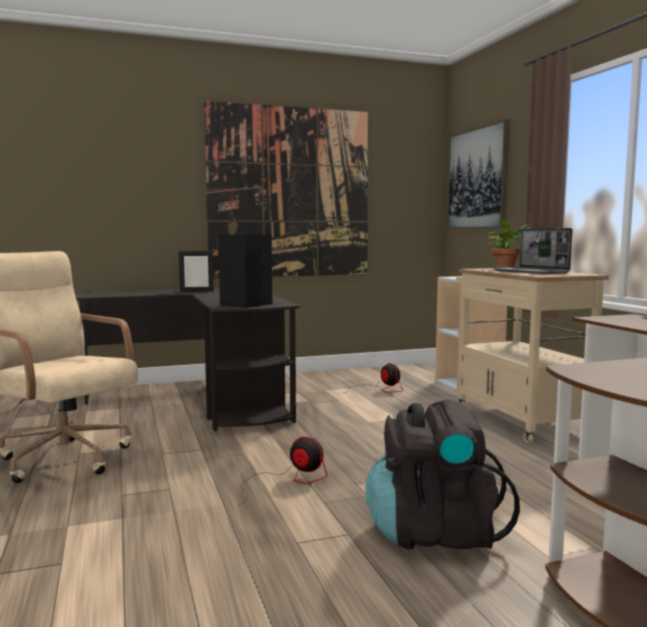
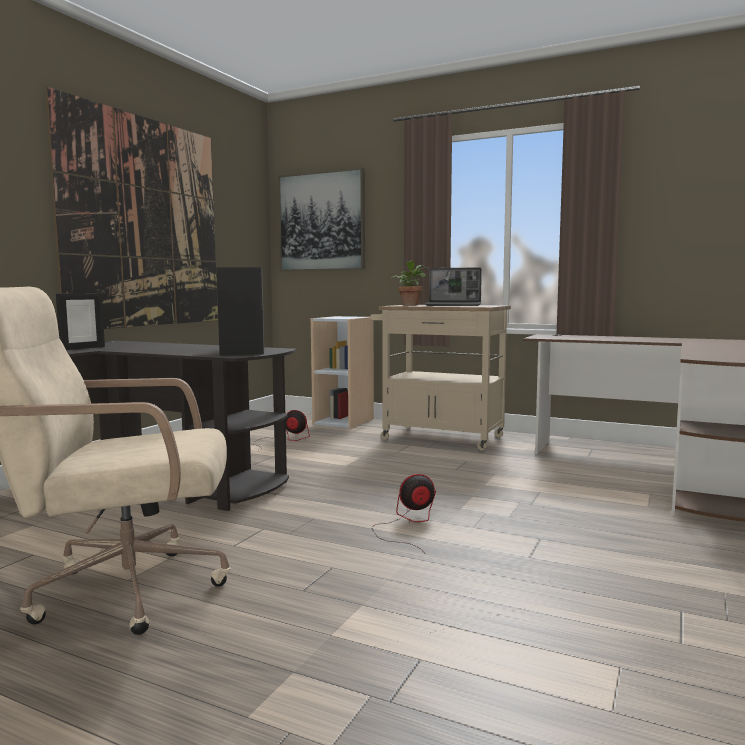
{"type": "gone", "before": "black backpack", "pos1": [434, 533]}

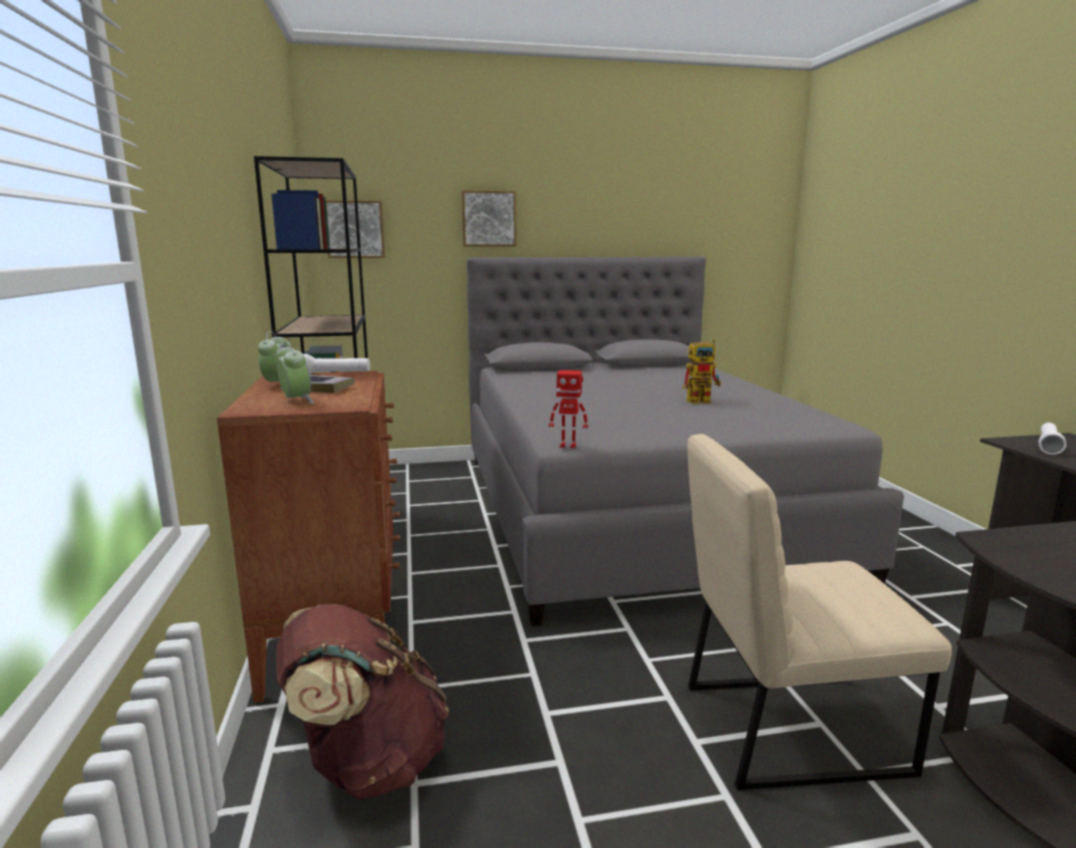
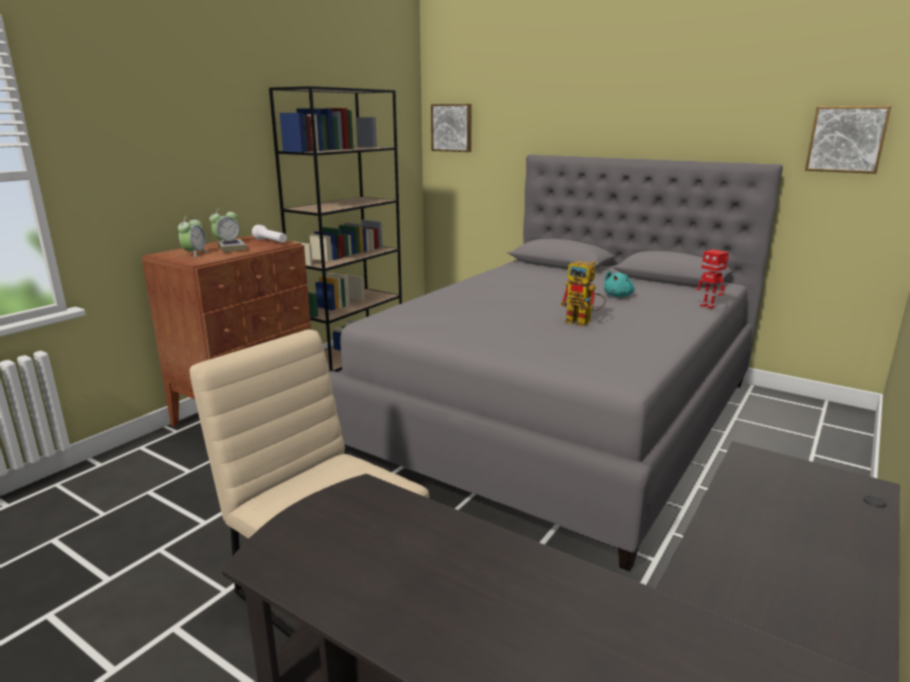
{"type": "new", "after": "turquoise plush toy", "pos2": [618, 296]}
{"type": "shifted", "before": "toy robot", "pos1": [568, 445], "pos2": [708, 306]}
{"type": "shifted", "before": "picture", "pos1": [488, 219], "pos2": [846, 139]}
{"type": "gone", "before": "brown backpack", "pos1": [367, 763]}
{"type": "gone", "before": "white flashlight", "pos1": [1048, 446]}

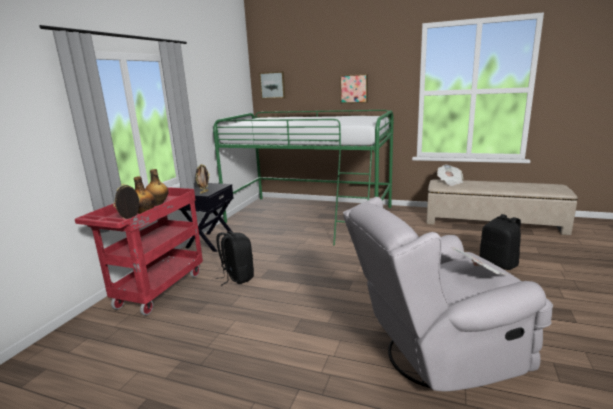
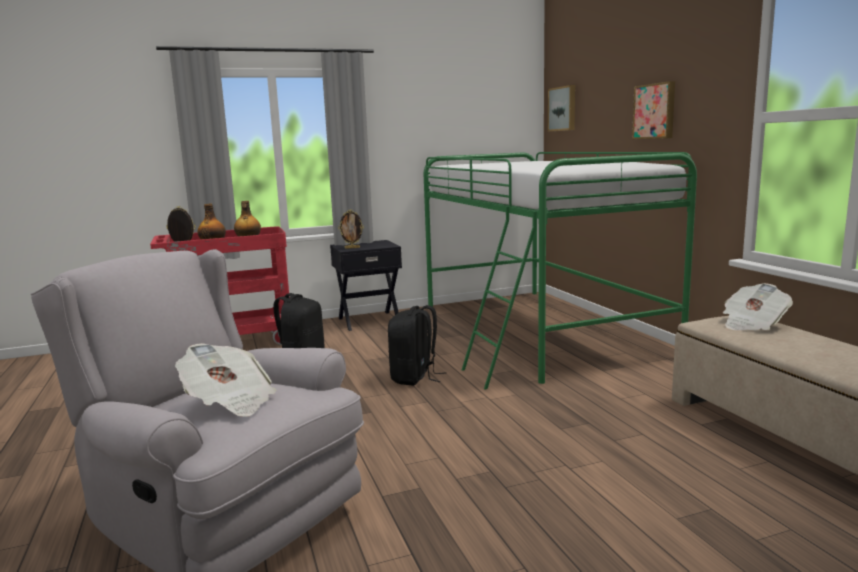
{"type": "shifted", "before": "black backpack", "pos1": [499, 263], "pos2": [415, 378]}

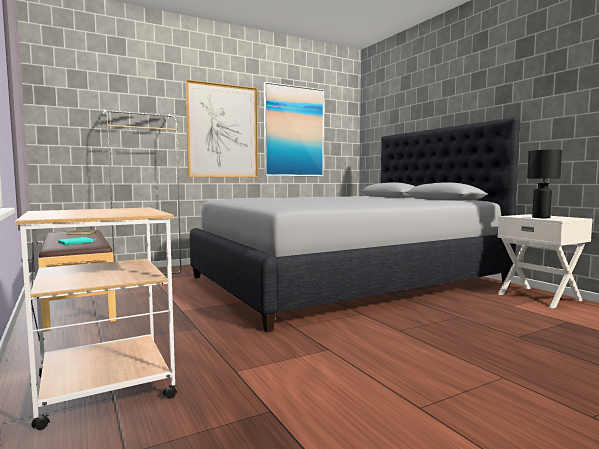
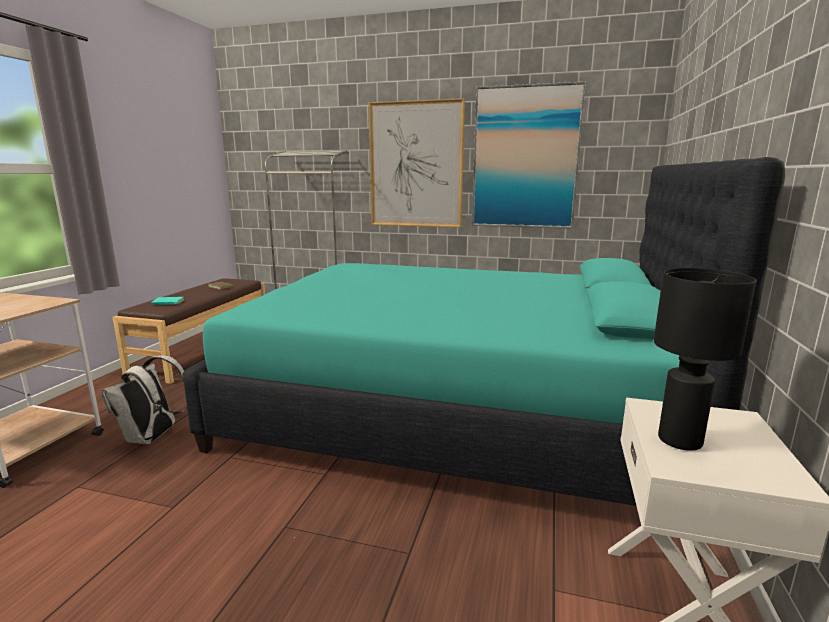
{"type": "new", "after": "white backpack", "pos2": [152, 438]}
{"type": "repainted", "before": "grey bed", "after": "turquoise bed", "pos1": [346, 280], "pos2": [453, 409]}

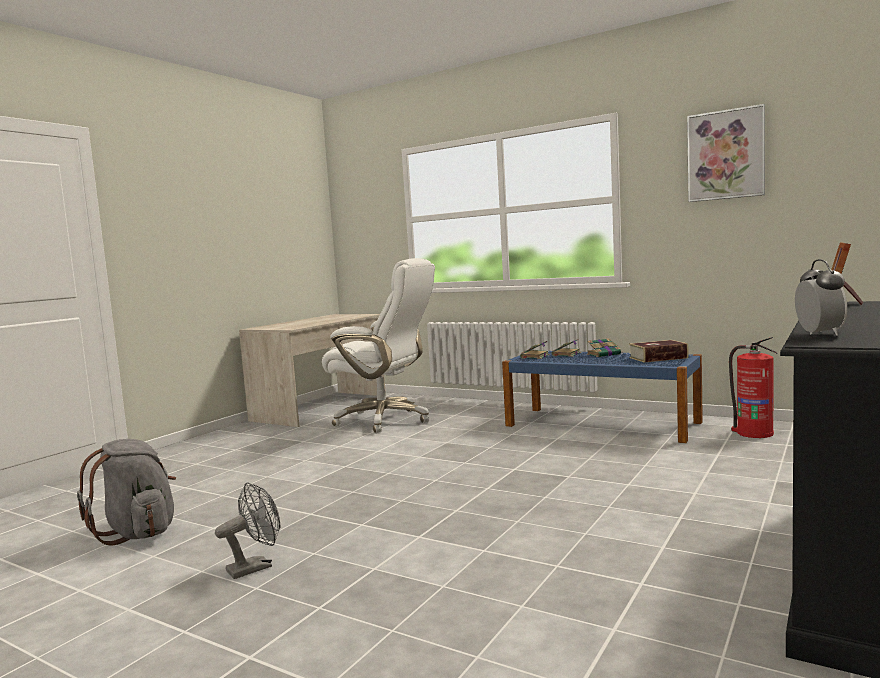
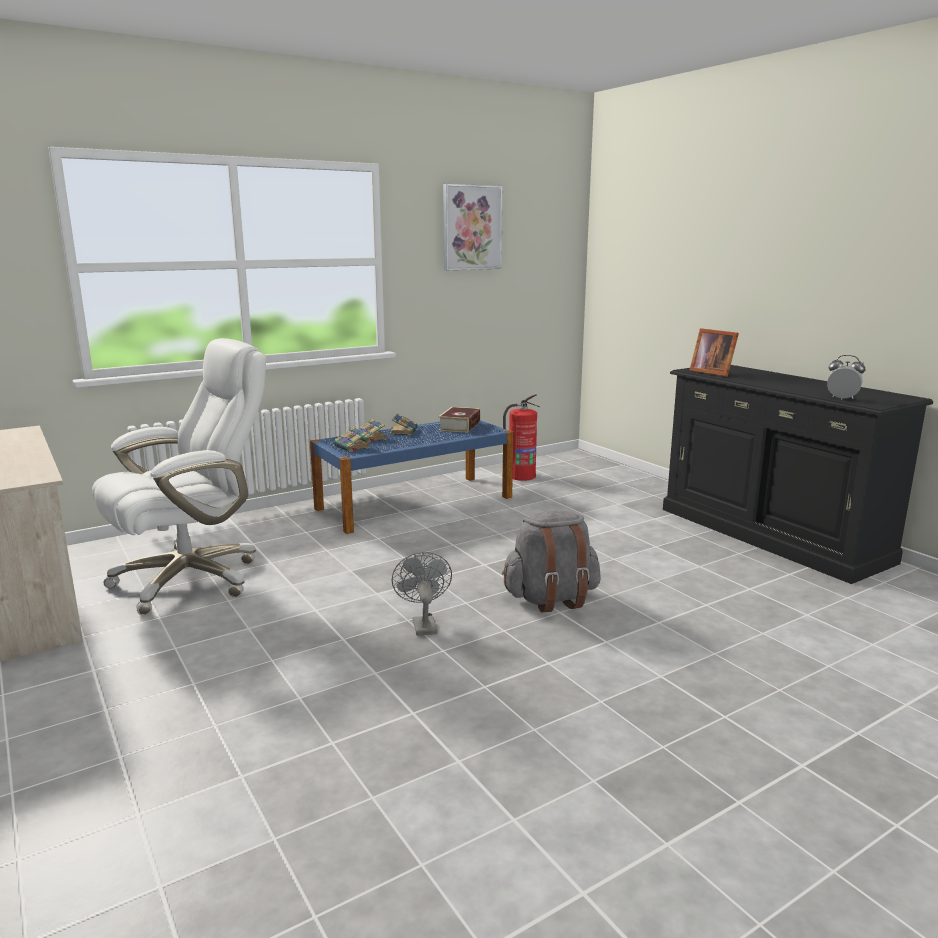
{"type": "shifted", "before": "grey fan", "pos1": [256, 567], "pos2": [423, 624]}
{"type": "shifted", "before": "grey backpack", "pos1": [138, 533], "pos2": [551, 599]}

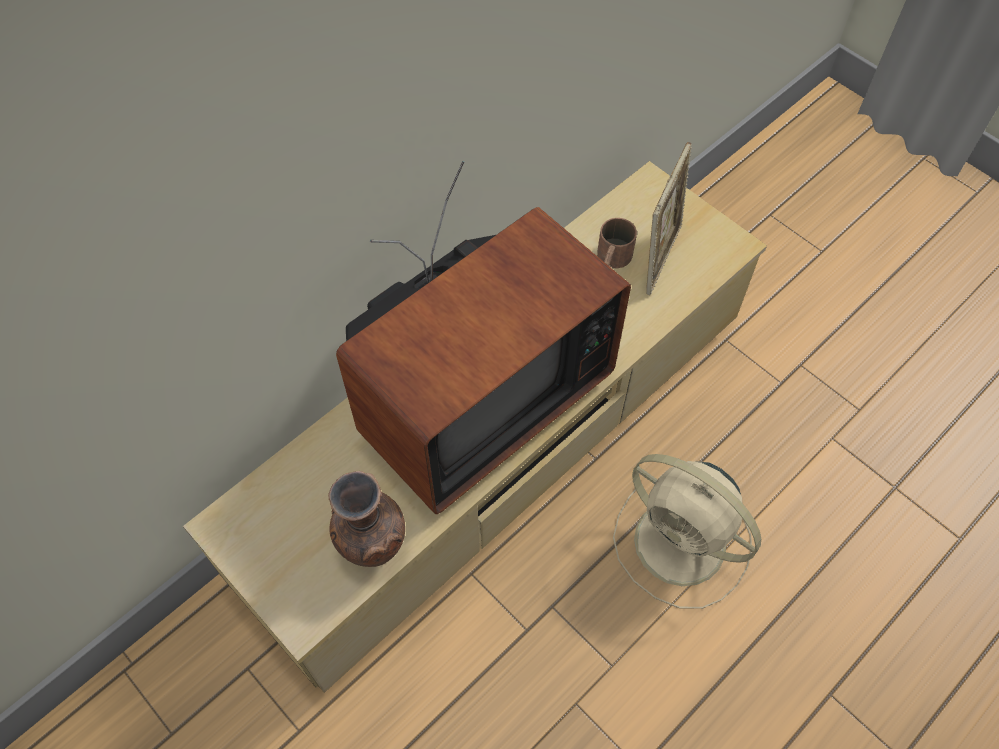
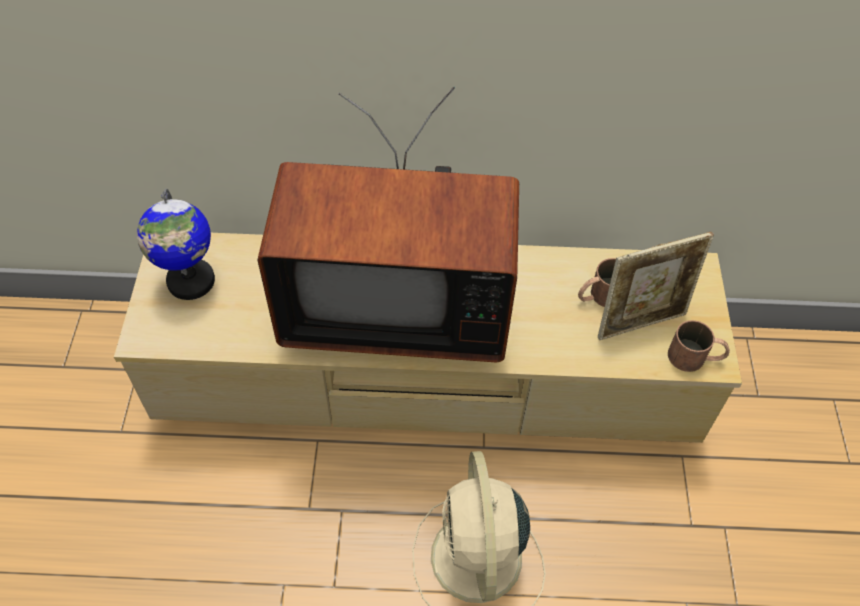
{"type": "new", "after": "globe", "pos2": [190, 281]}
{"type": "new", "after": "brown mug", "pos2": [695, 357]}
{"type": "gone", "before": "brown vase", "pos1": [372, 549]}

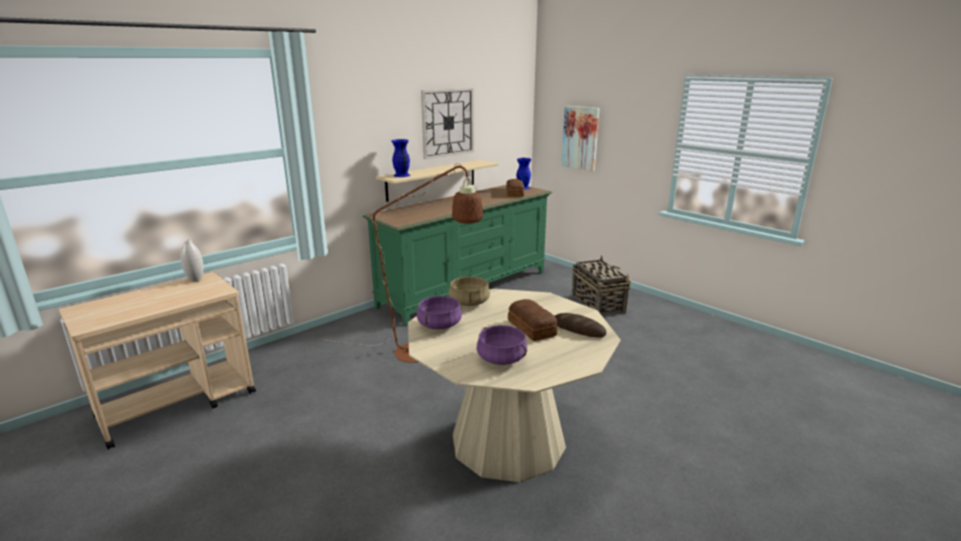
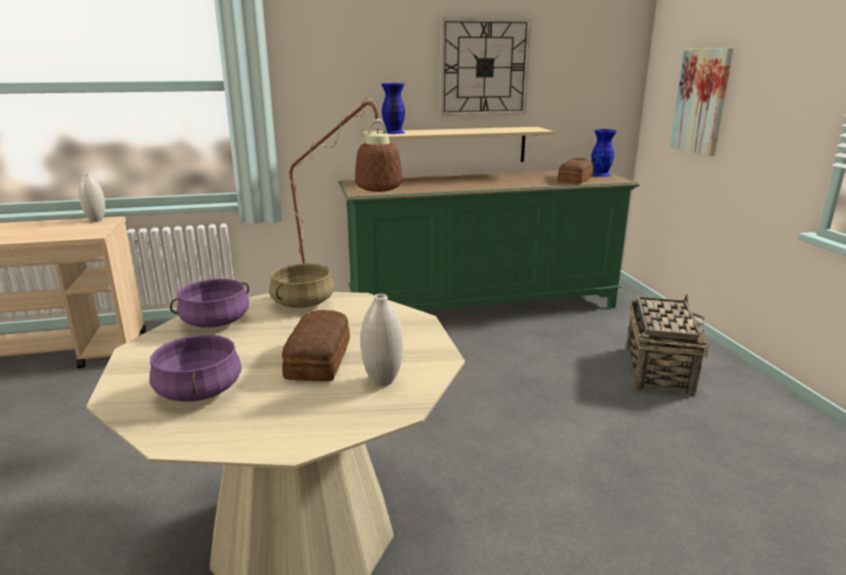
{"type": "swapped", "before": "bread", "after": "white vase", "pos1": [578, 329], "pos2": [383, 381]}

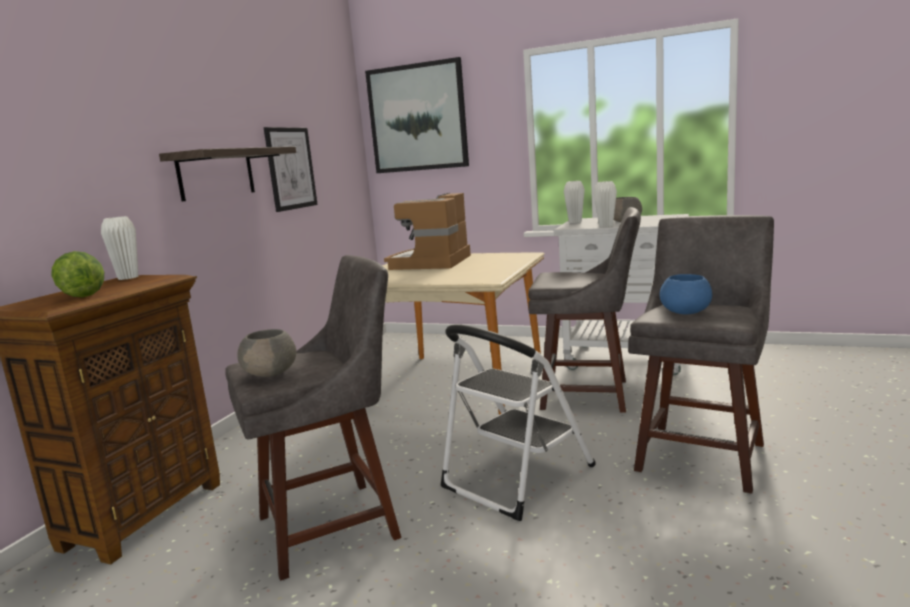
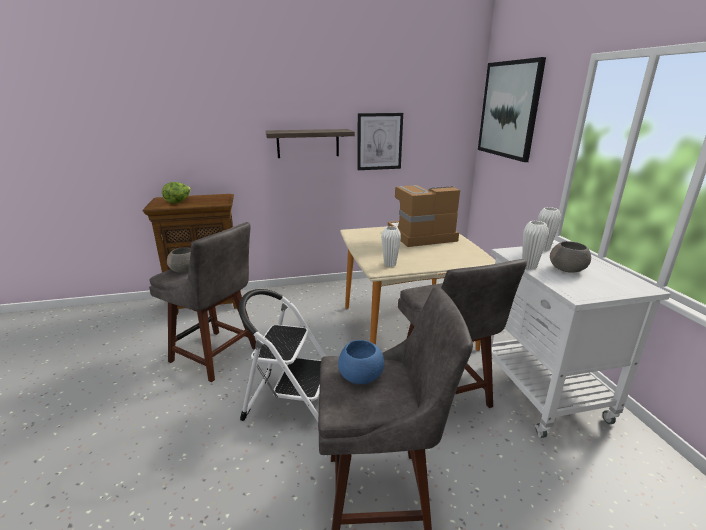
{"type": "shifted", "before": "white vase", "pos1": [128, 277], "pos2": [390, 264]}

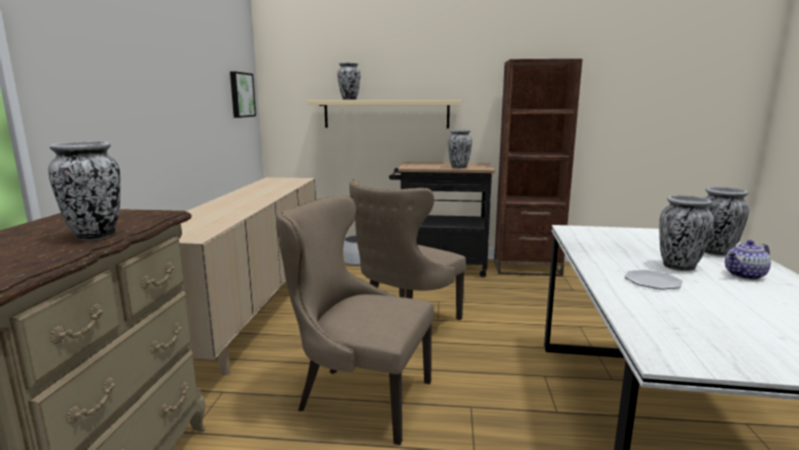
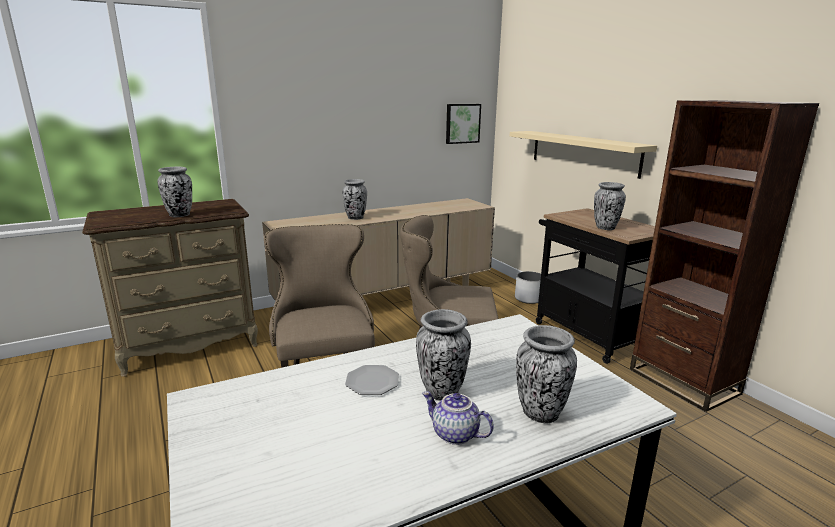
{"type": "shifted", "before": "vase", "pos1": [349, 99], "pos2": [355, 218]}

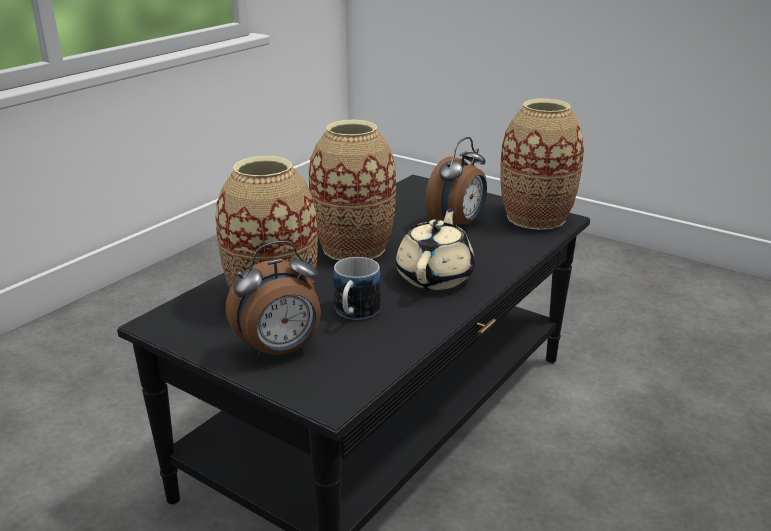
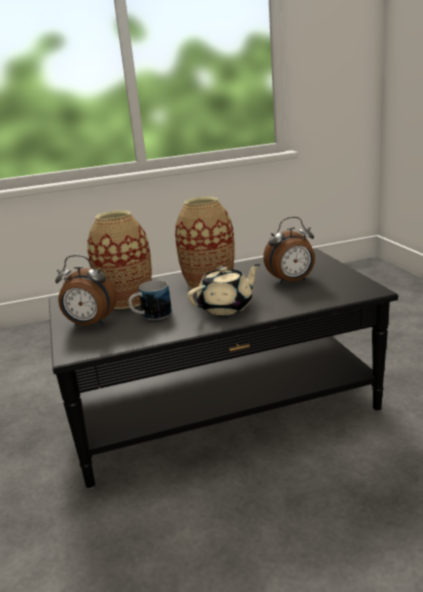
{"type": "gone", "before": "vase", "pos1": [535, 217]}

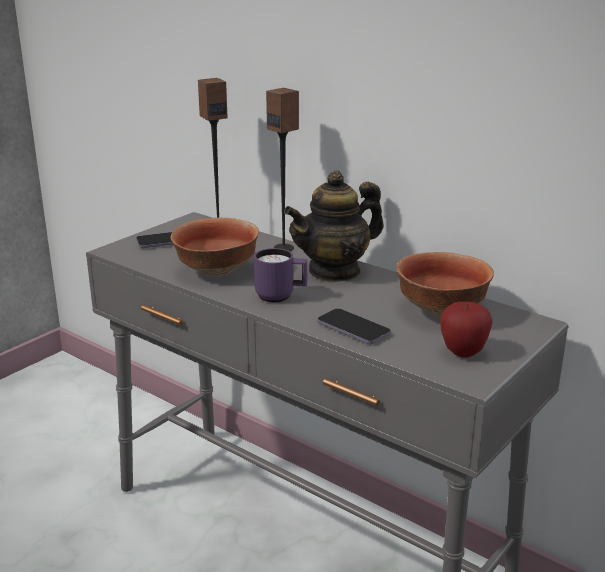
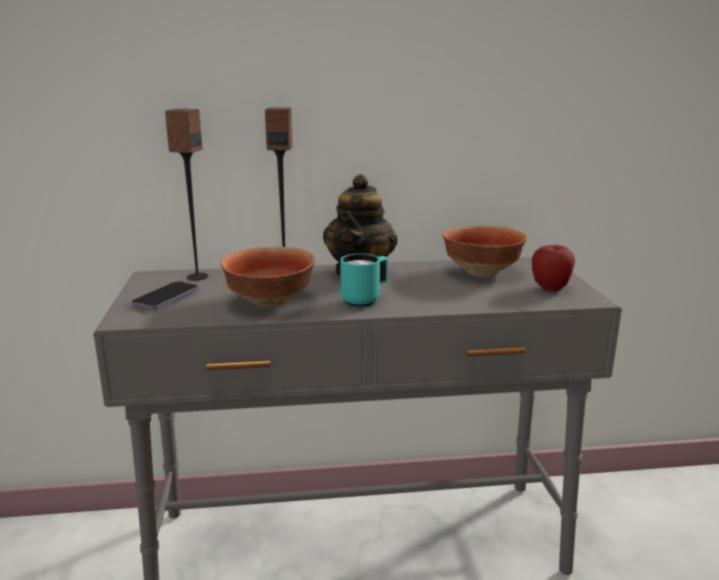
{"type": "repainted", "before": "purple mug", "after": "turquoise mug", "pos1": [281, 296], "pos2": [365, 300]}
{"type": "gone", "before": "phone", "pos1": [353, 328]}

